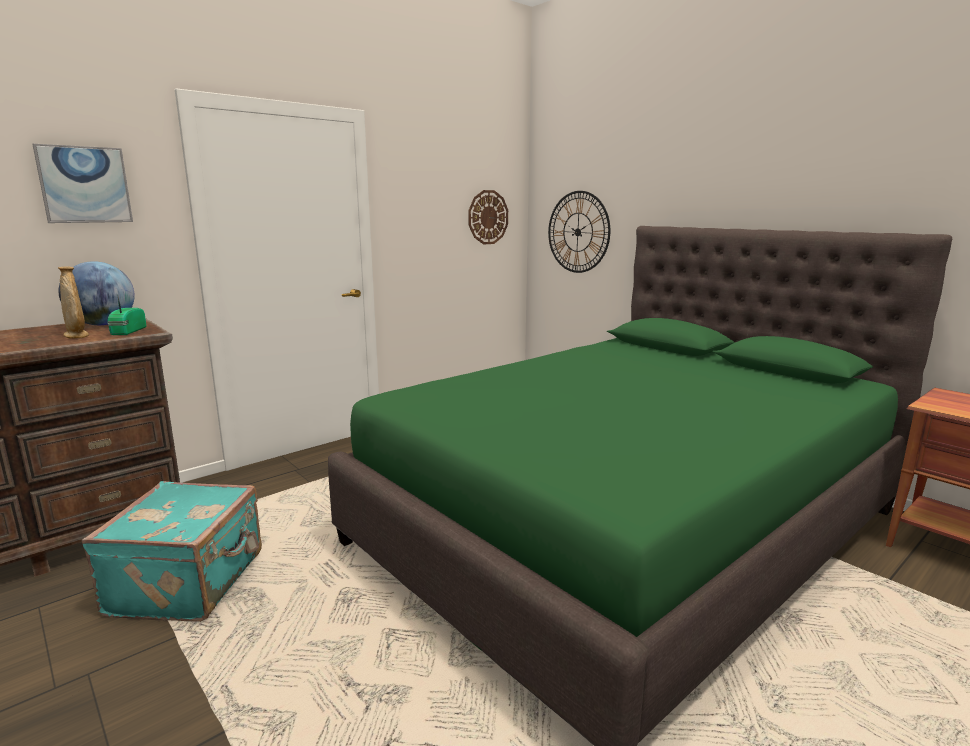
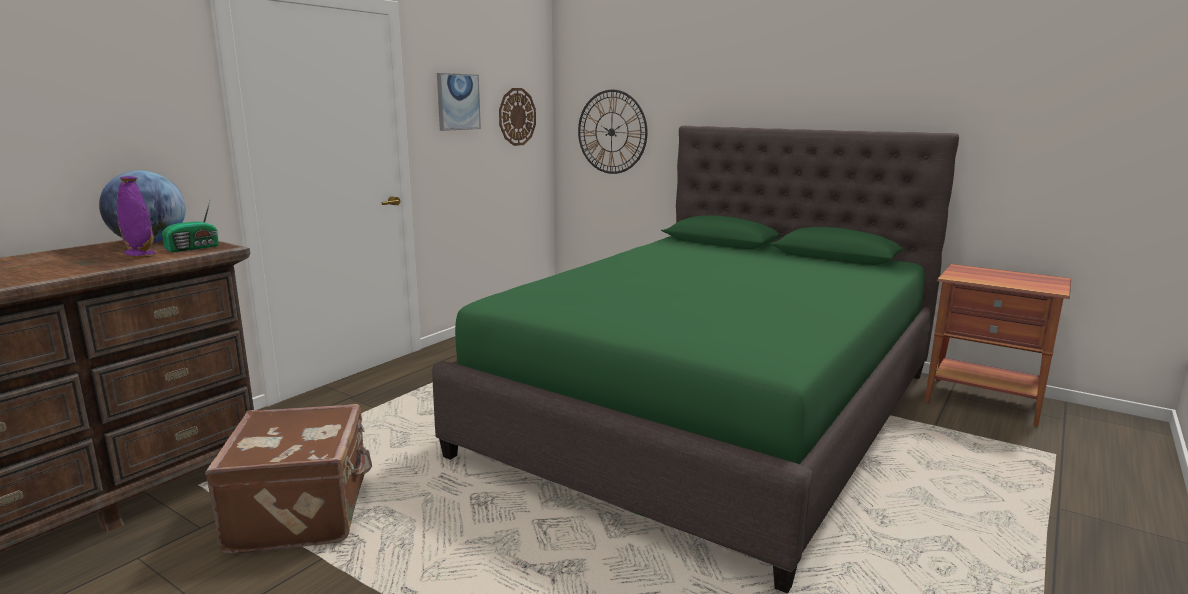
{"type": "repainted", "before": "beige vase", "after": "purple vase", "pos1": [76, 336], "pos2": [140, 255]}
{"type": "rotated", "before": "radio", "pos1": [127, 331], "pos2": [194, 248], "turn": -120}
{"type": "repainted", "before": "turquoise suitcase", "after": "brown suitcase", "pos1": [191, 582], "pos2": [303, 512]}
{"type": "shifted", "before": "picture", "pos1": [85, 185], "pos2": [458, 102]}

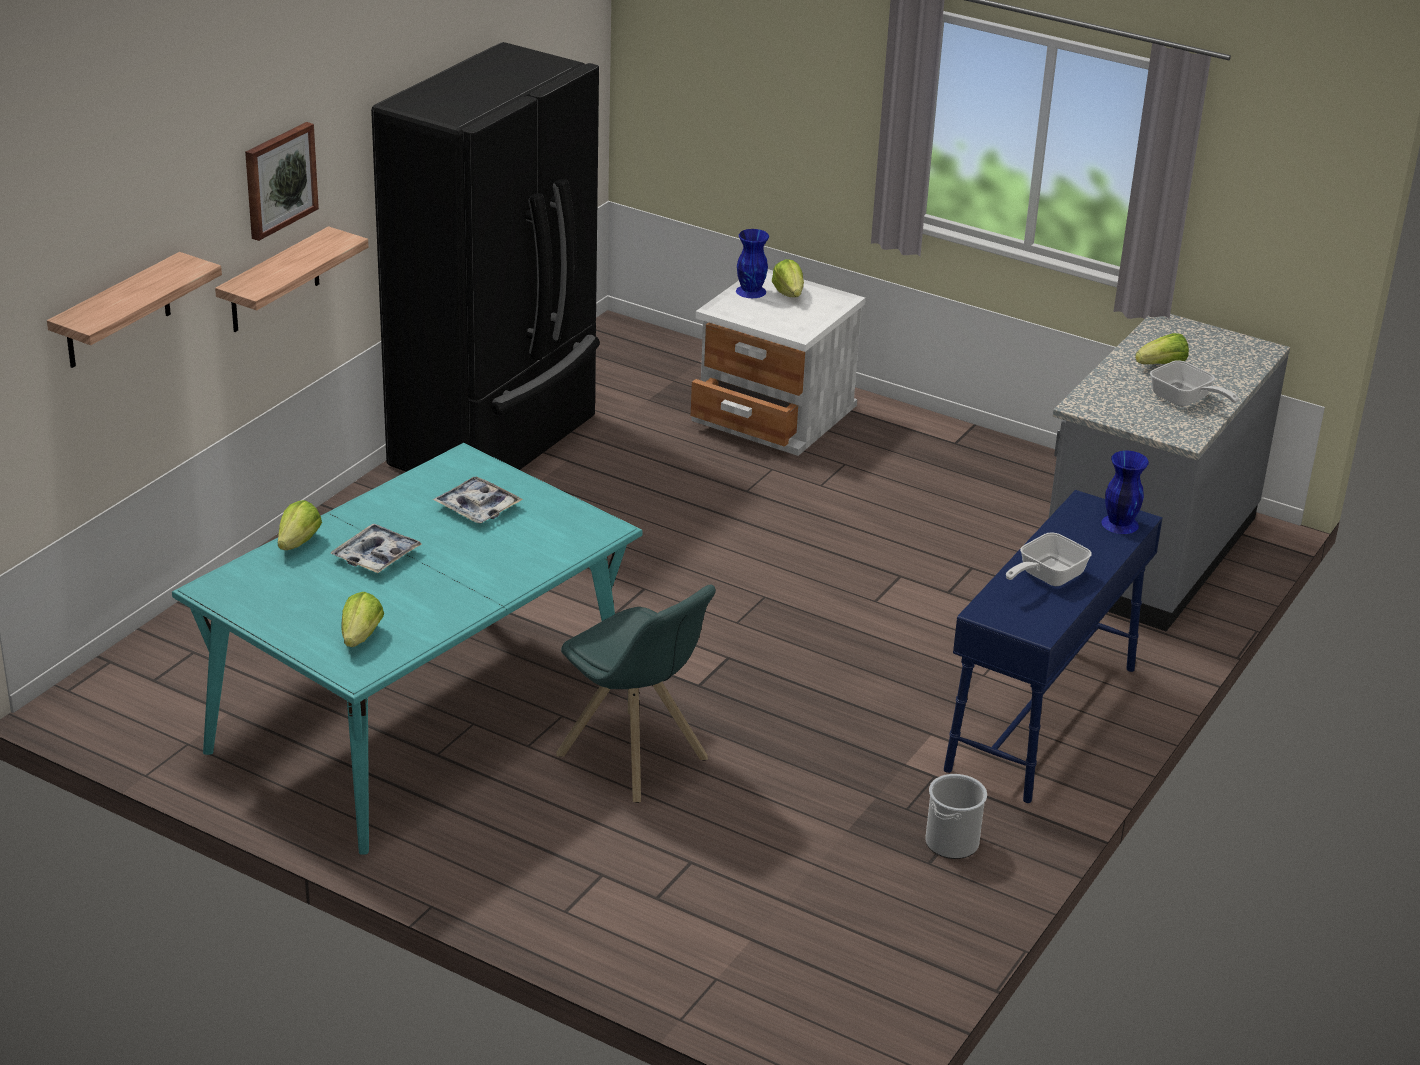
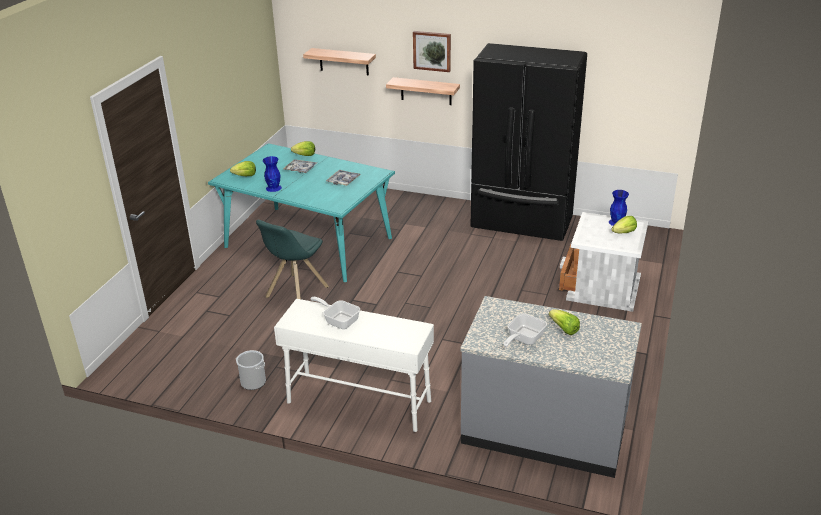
{"type": "shifted", "before": "blue vase", "pos1": [1119, 524], "pos2": [273, 188]}
{"type": "repainted", "before": "blue console table", "after": "white console table", "pos1": [1040, 718], "pos2": [359, 401]}

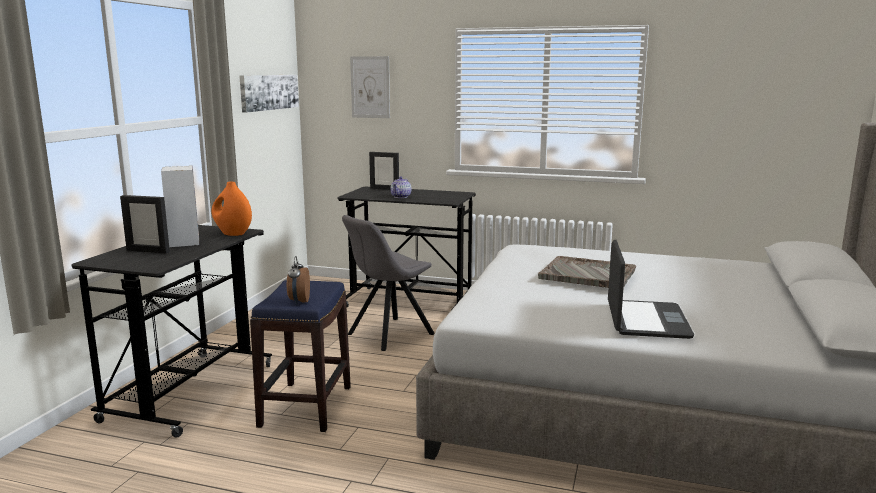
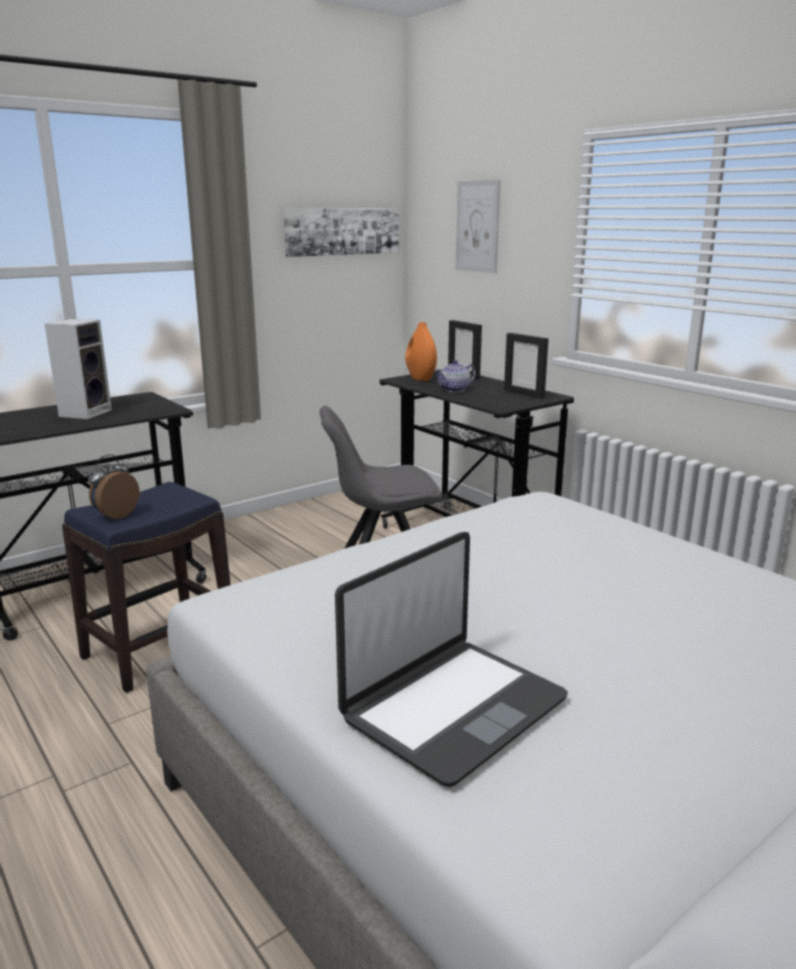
{"type": "shifted", "before": "orange vase", "pos1": [232, 234], "pos2": [420, 378]}
{"type": "shifted", "before": "picture frame", "pos1": [148, 251], "pos2": [524, 394]}
{"type": "gone", "before": "grey tray", "pos1": [588, 275]}

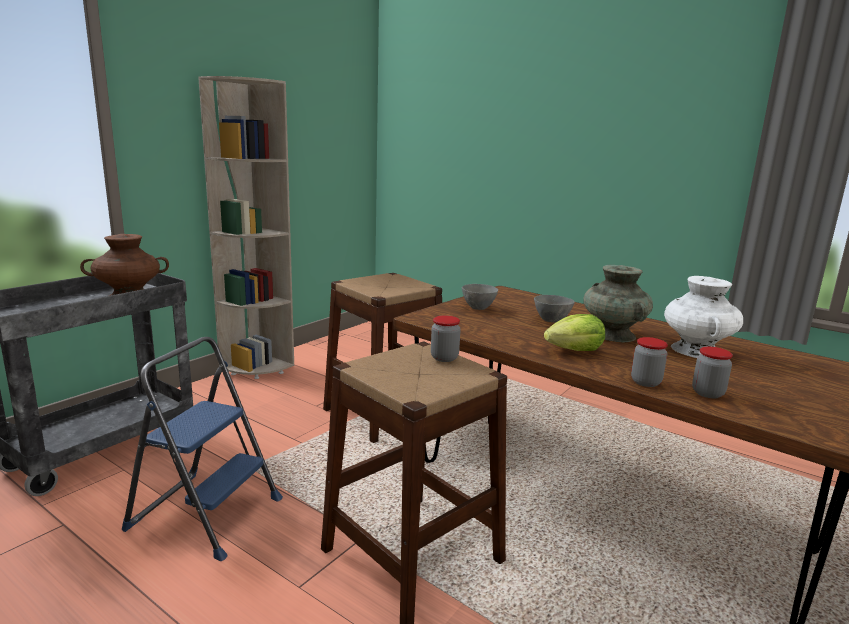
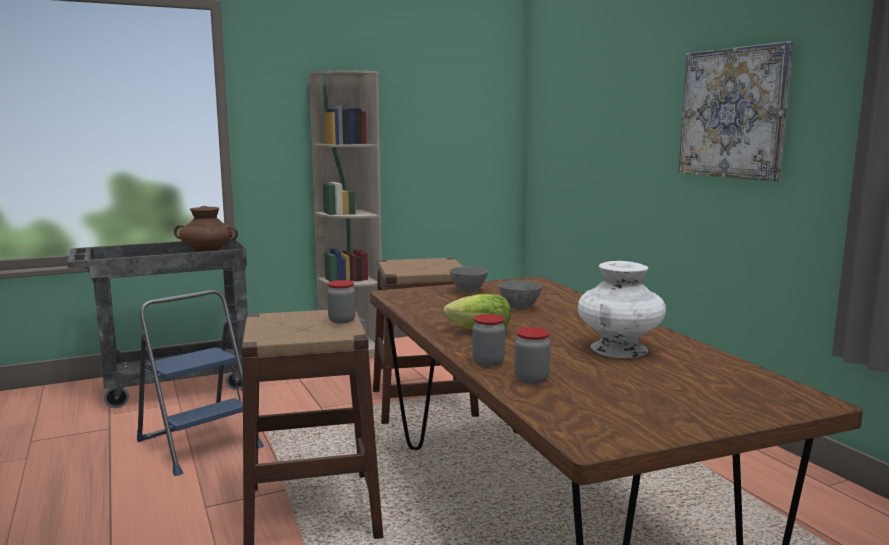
{"type": "new", "after": "picture", "pos2": [733, 113]}
{"type": "gone", "before": "turquoise vase", "pos1": [612, 334]}

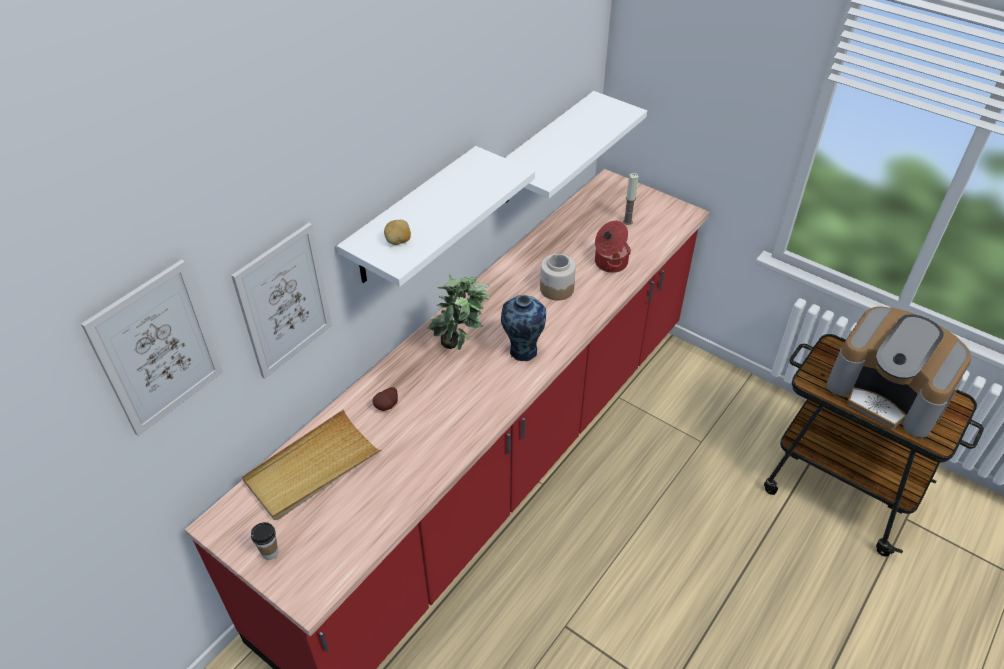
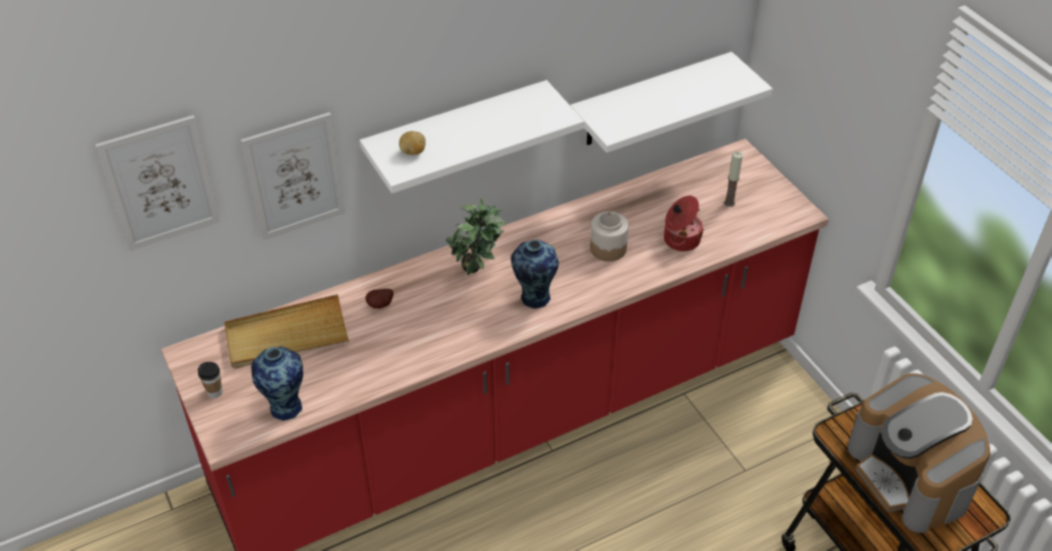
{"type": "new", "after": "vase", "pos2": [285, 406]}

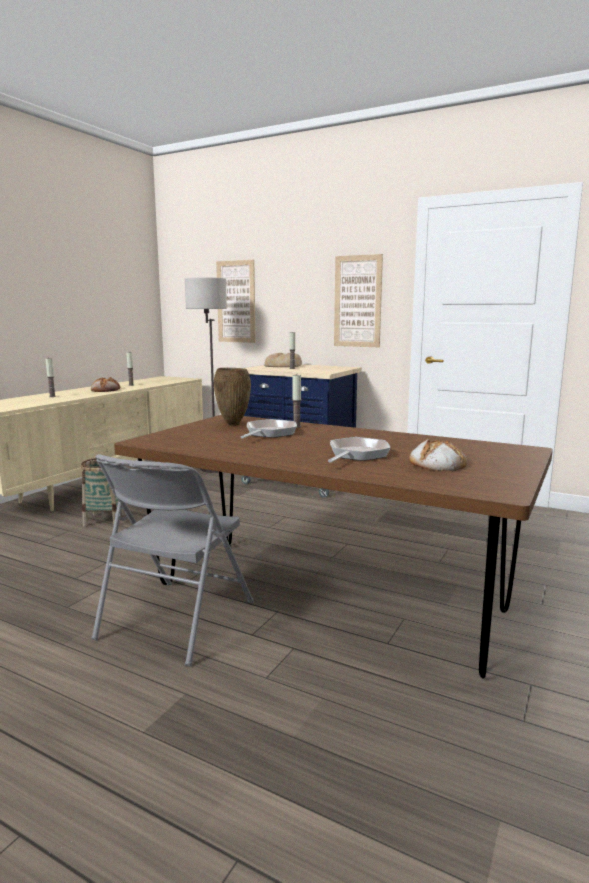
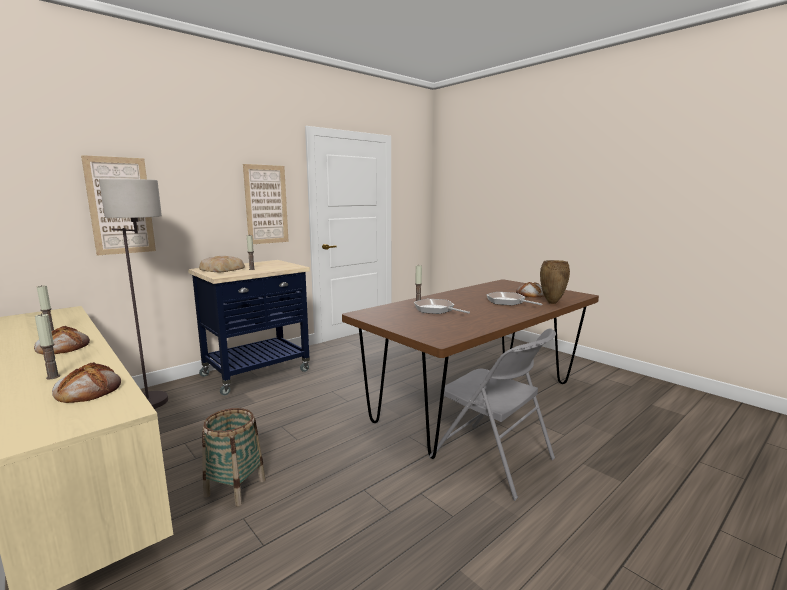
{"type": "new", "after": "bread", "pos2": [88, 390]}
{"type": "shifted", "before": "brown vase", "pos1": [234, 424], "pos2": [551, 303]}

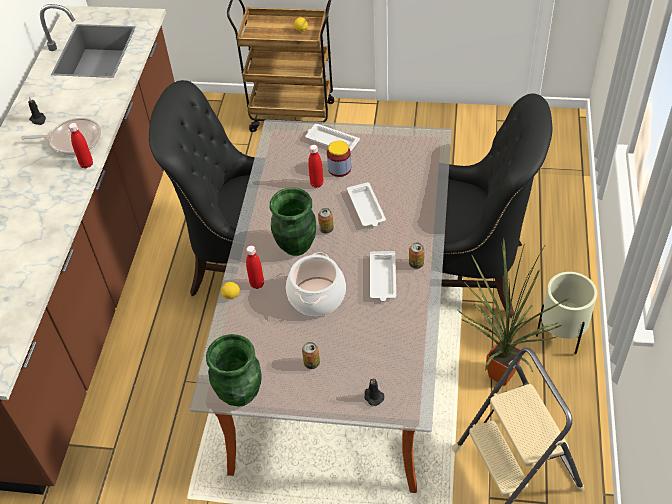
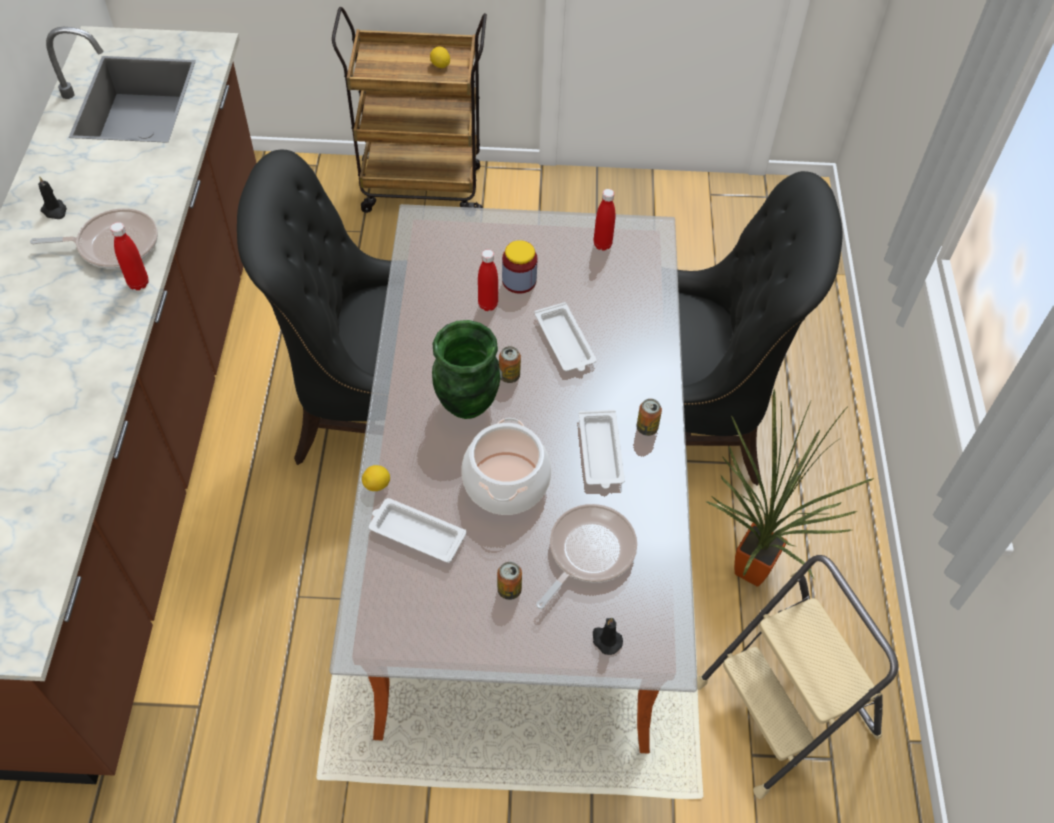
{"type": "shifted", "before": "white tray", "pos1": [331, 141], "pos2": [416, 533]}
{"type": "new", "after": "frying pan", "pos2": [588, 552]}
{"type": "shifted", "before": "red bottle", "pos1": [257, 284], "pos2": [602, 245]}
{"type": "gone", "before": "green vase", "pos1": [240, 393]}
{"type": "gone", "before": "beige planter", "pos1": [561, 336]}

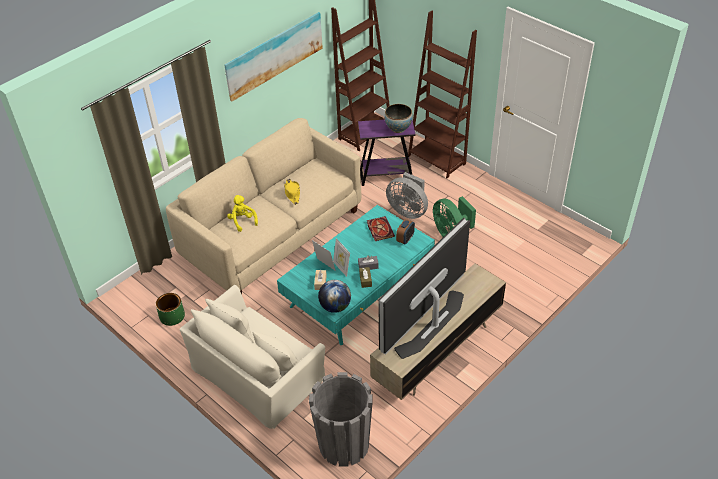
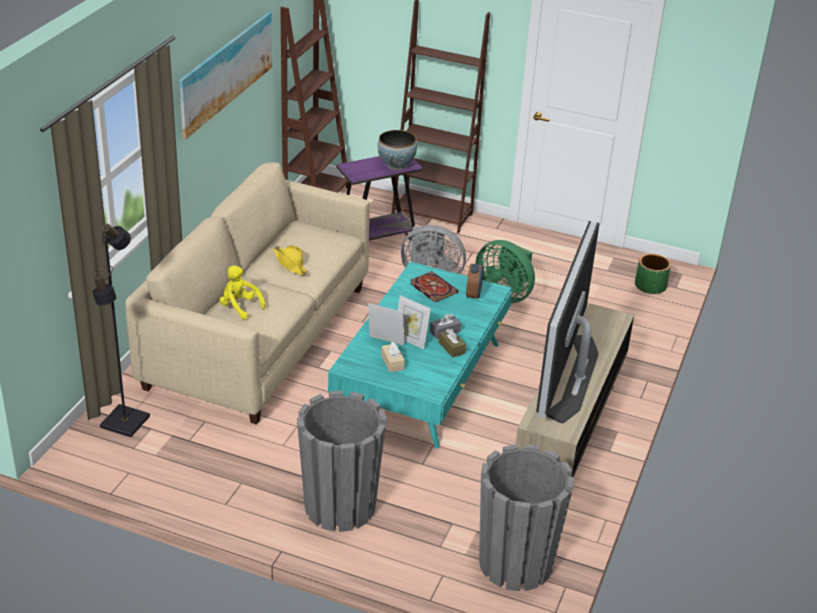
{"type": "new", "after": "black floor lamp", "pos2": [125, 422]}
{"type": "swapped", "before": "beige armchair", "after": "grey planter", "pos1": [257, 372], "pos2": [339, 506]}
{"type": "shifted", "before": "green planter", "pos1": [172, 316], "pos2": [650, 286]}
{"type": "gone", "before": "globe", "pos1": [335, 306]}

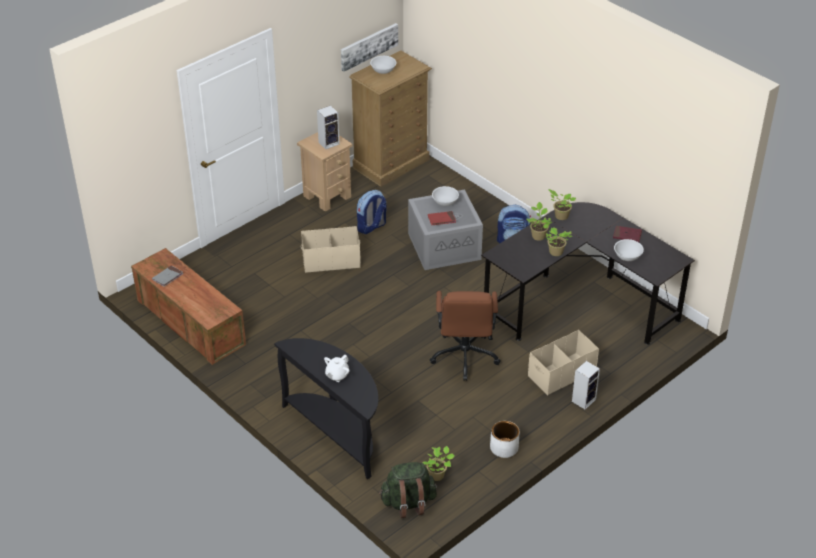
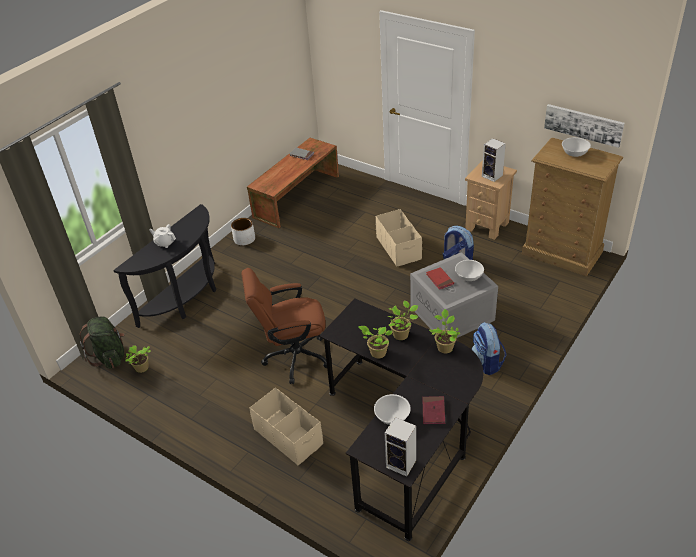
{"type": "shifted", "before": "white planter", "pos1": [504, 448], "pos2": [244, 239]}
{"type": "shifted", "before": "speaker", "pos1": [584, 400], "pos2": [402, 464]}

